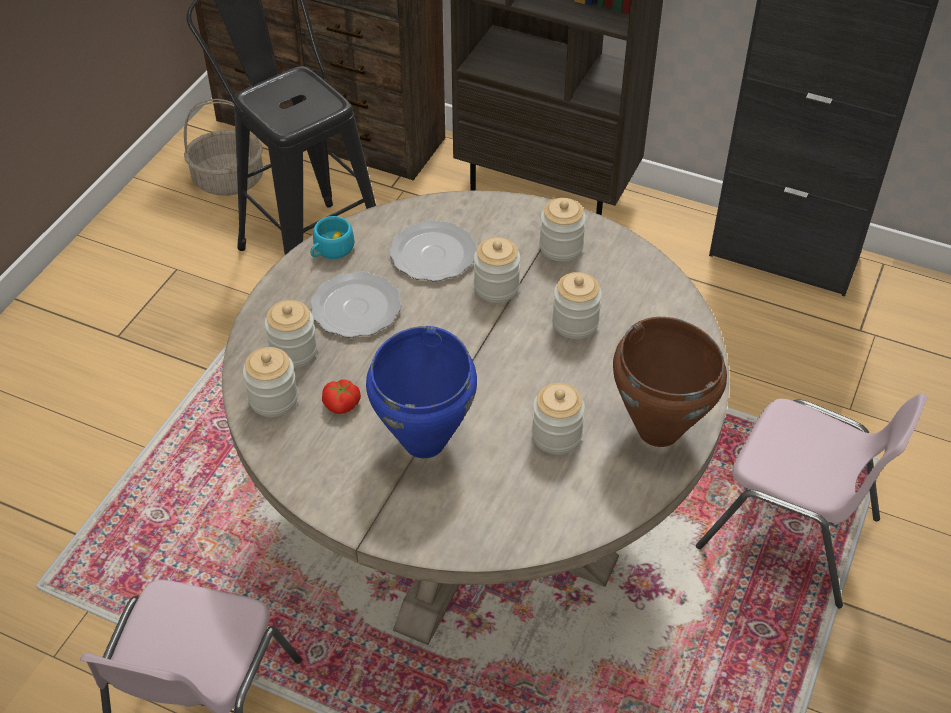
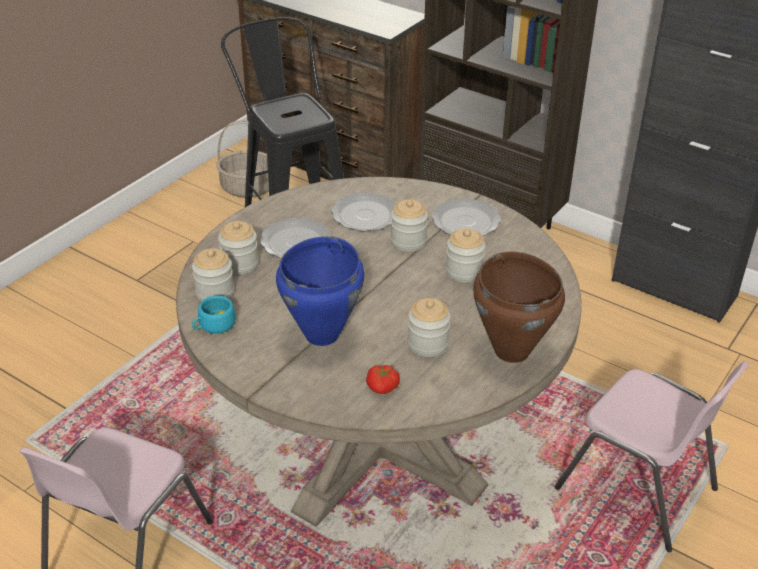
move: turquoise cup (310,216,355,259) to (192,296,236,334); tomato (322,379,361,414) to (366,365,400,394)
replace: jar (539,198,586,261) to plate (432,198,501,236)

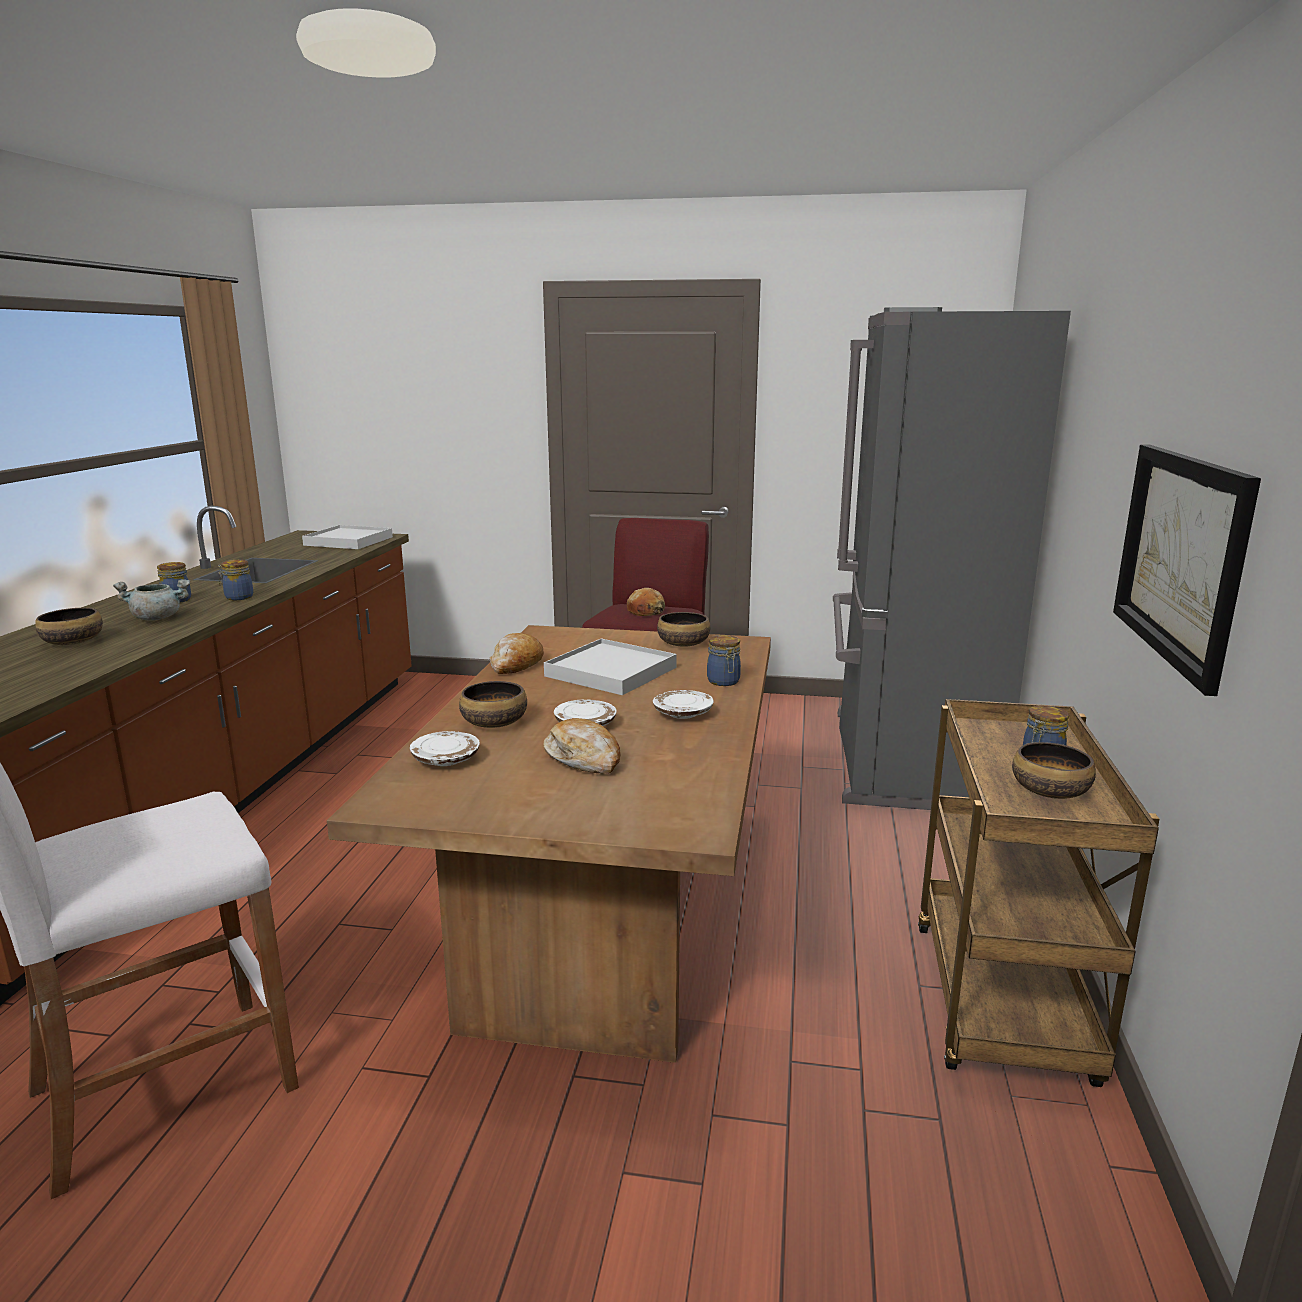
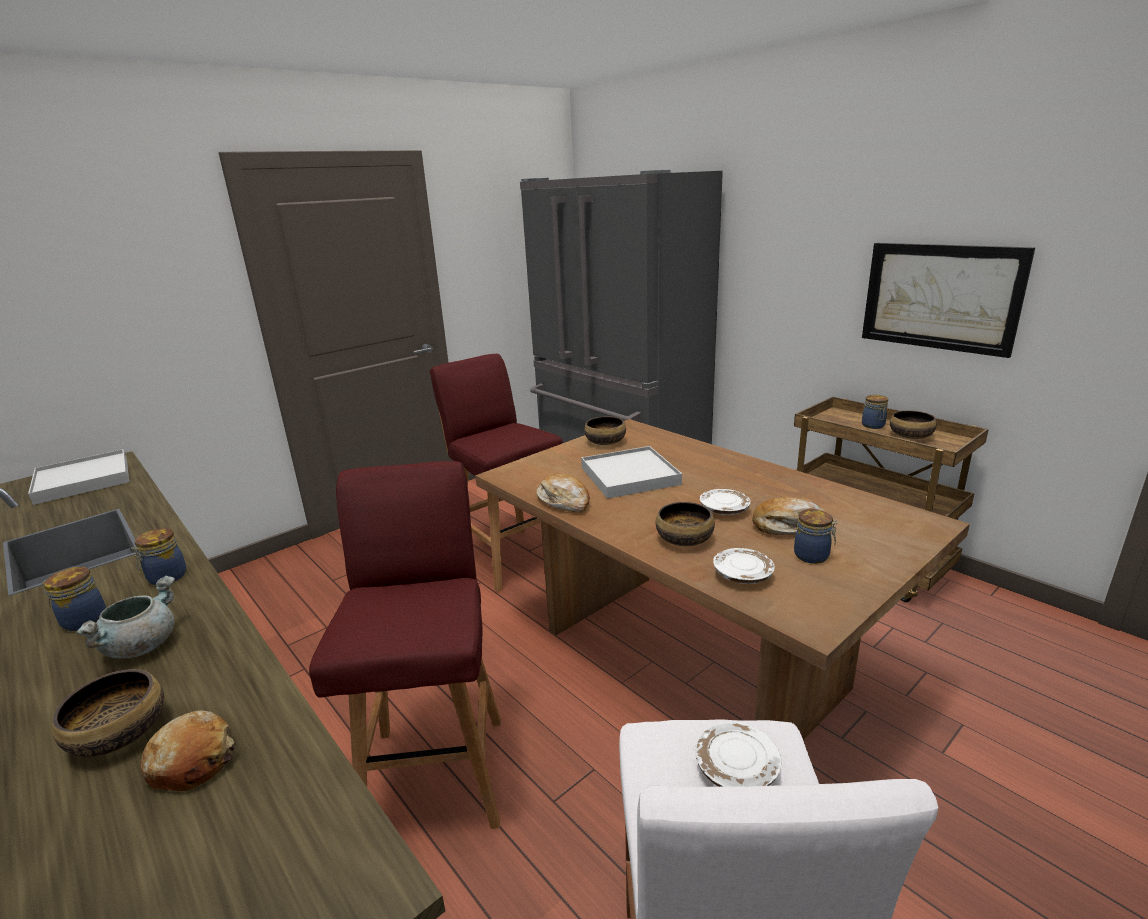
insert: red stool (309,461,501,829)
move: bread (627,588,665,616) to (140,710,235,791); white plate (653,690,714,719) to (695,722,781,787); jar (707,635,741,686) to (794,509,838,564)

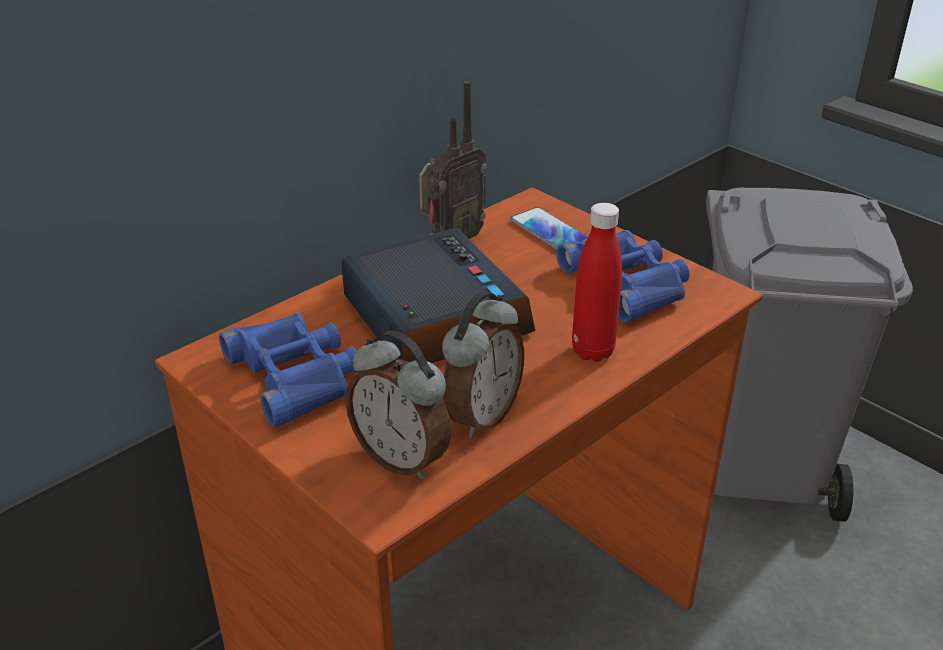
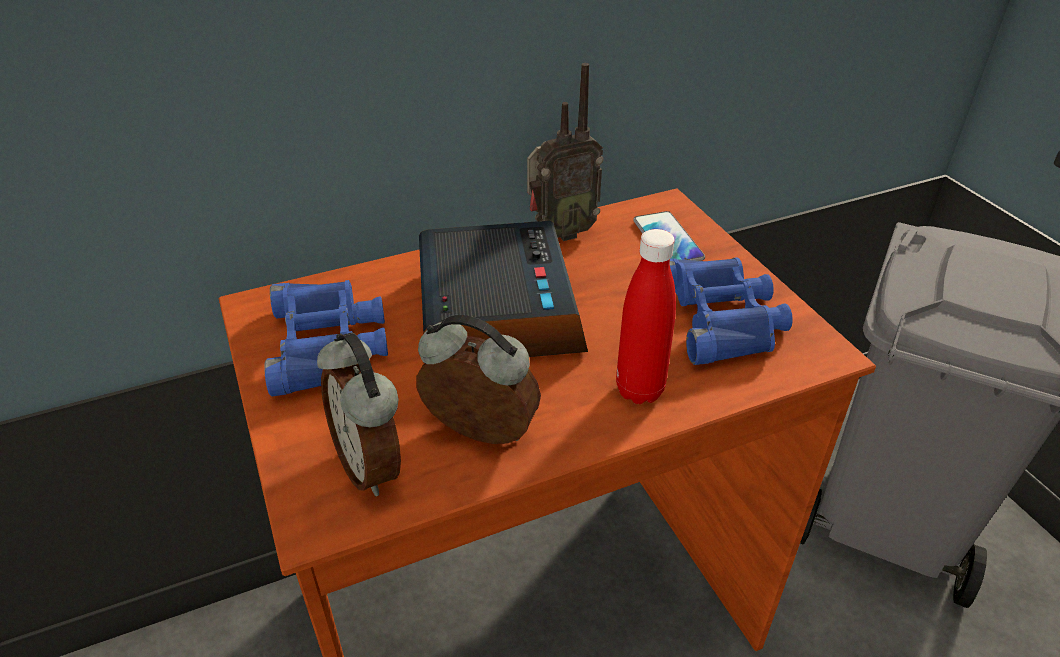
rotate: alarm clock (442,291,524,438) = (416,315,541,444) 120 degrees counterclockwise

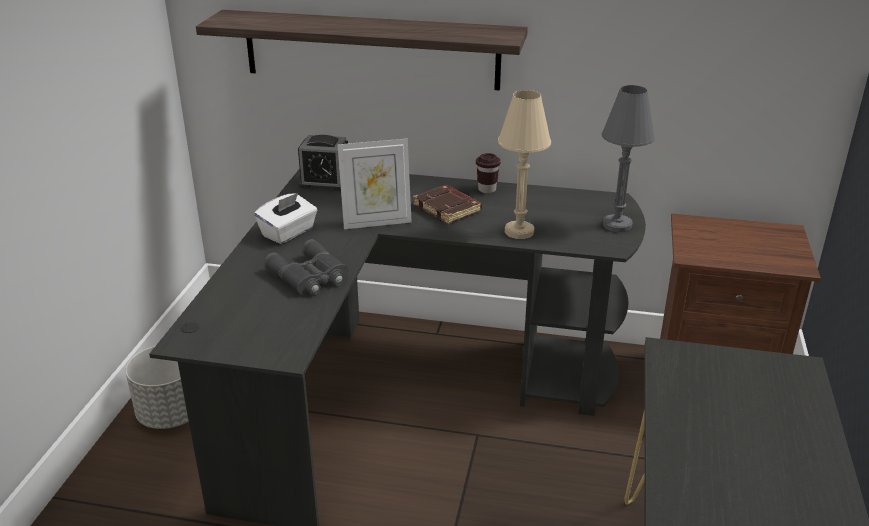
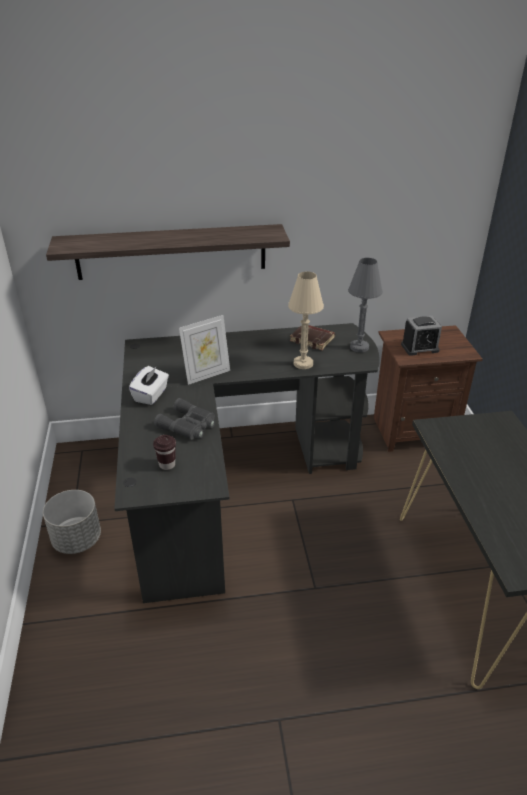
move: alarm clock (298,135,348,191) to (401,316,442,356); brown book (413,185,482,224) to (290,325,335,350); brown cup (476,153,501,194) to (153,435,176,470)

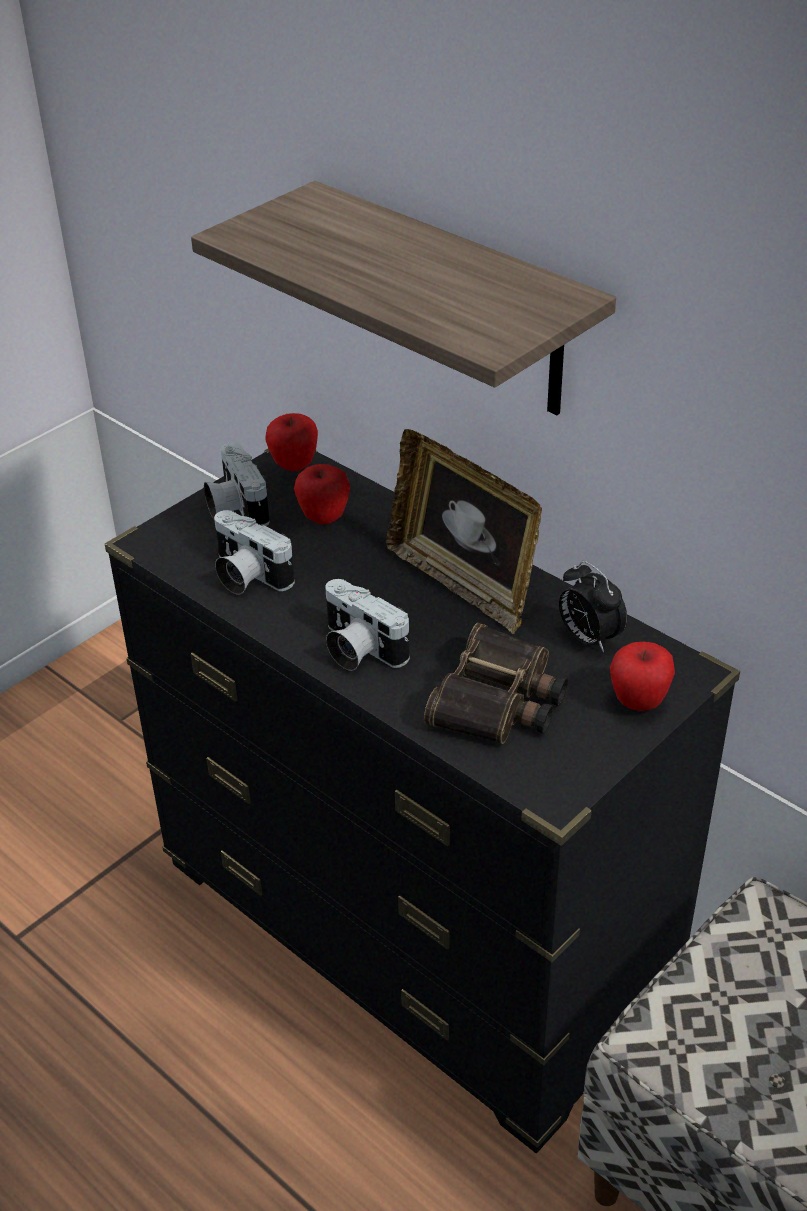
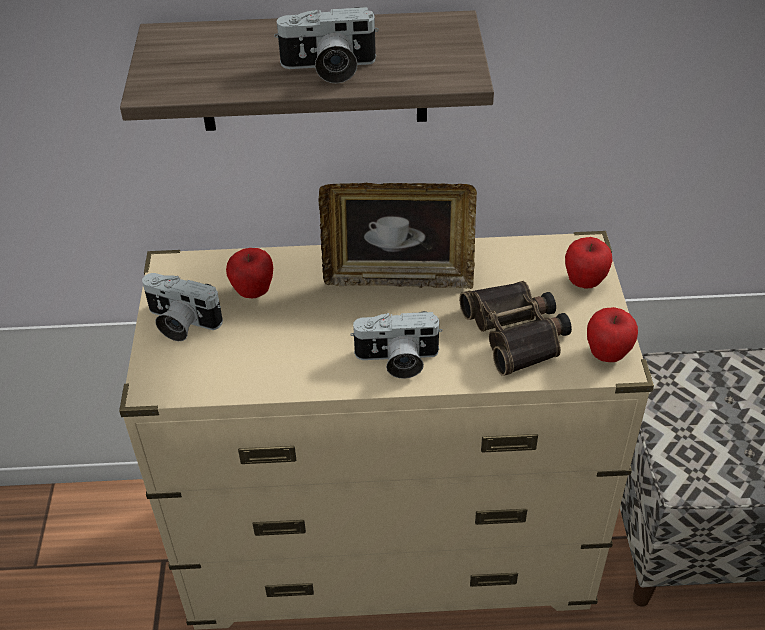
delete: alarm clock (559,561,627,652)
move: photo camera (214,510,295,594) to (274,7,379,83); apple (265,413,318,471) to (587,307,638,362)
recolor: black dresser (105,449,740,1153) to beige dresser (119,231,654,630)

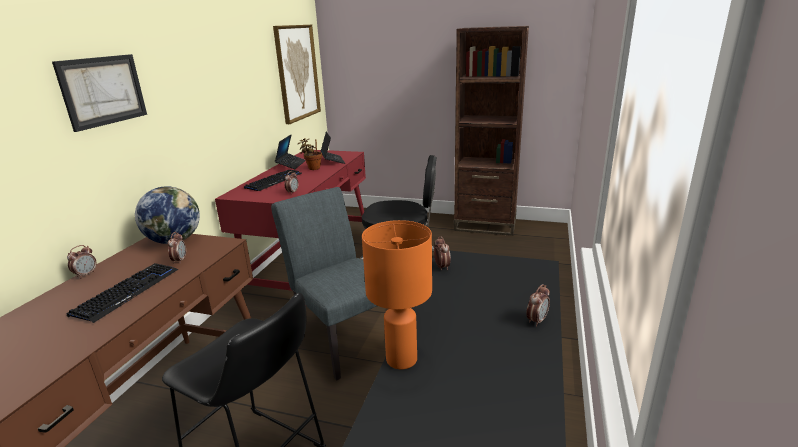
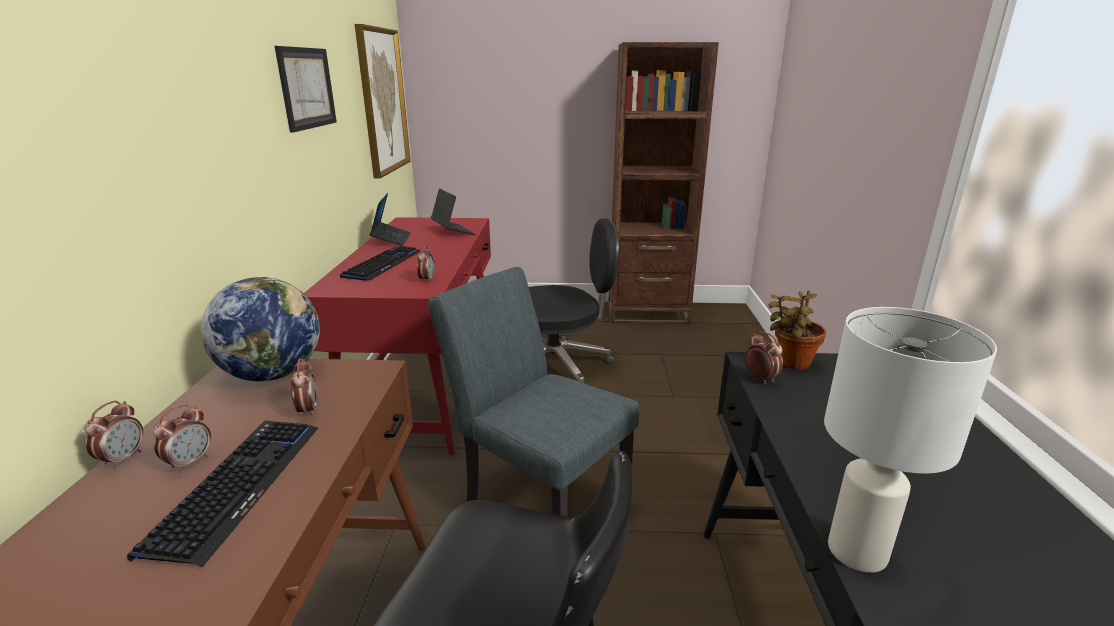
move: picture (52,54,147,132) to (275,46,337,133); potted plant (298,138,322,170) to (768,291,826,369); alarm clock (526,284,550,327) to (153,404,211,473)
recolor: orange table lamp (362,220,432,369) to white table lamp (824,307,997,573)

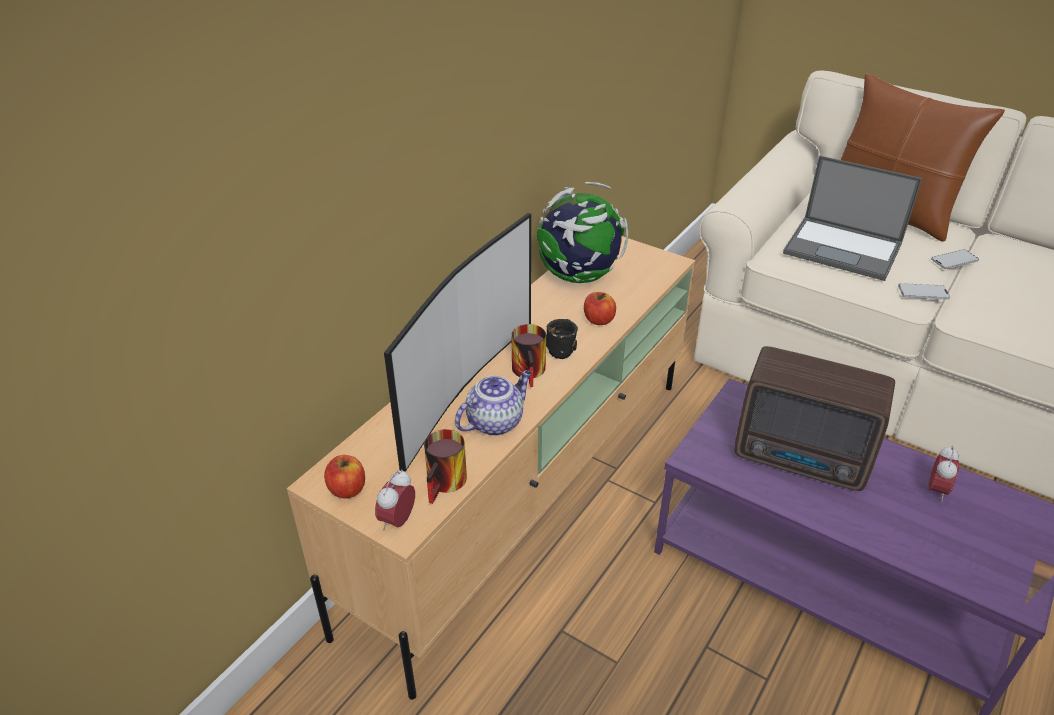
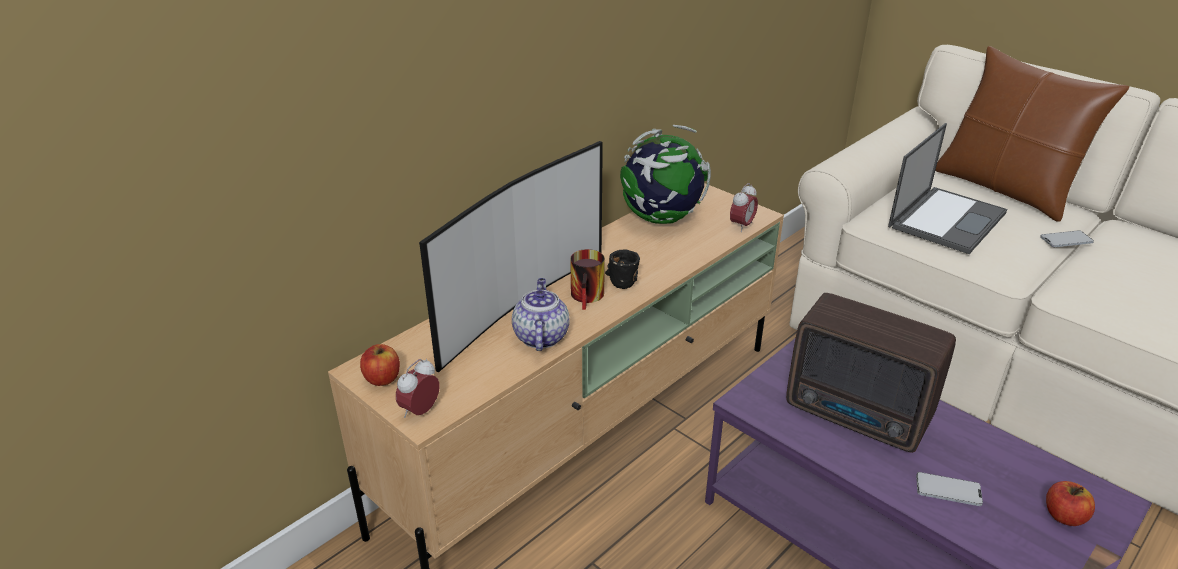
delete: mug (424,429,467,504)
move: apple (584,292,616,325) to (1046,481,1095,526); phone (898,283,950,300) to (916,472,983,506); alarm clock (928,446,959,502) to (730,183,758,232)
rotate: teapot (455,370,532,436) = (512,278,570,351) 60 degrees counterclockwise; laptop (783,155,923,281) = (888,123,1007,254) 90 degrees counterclockwise

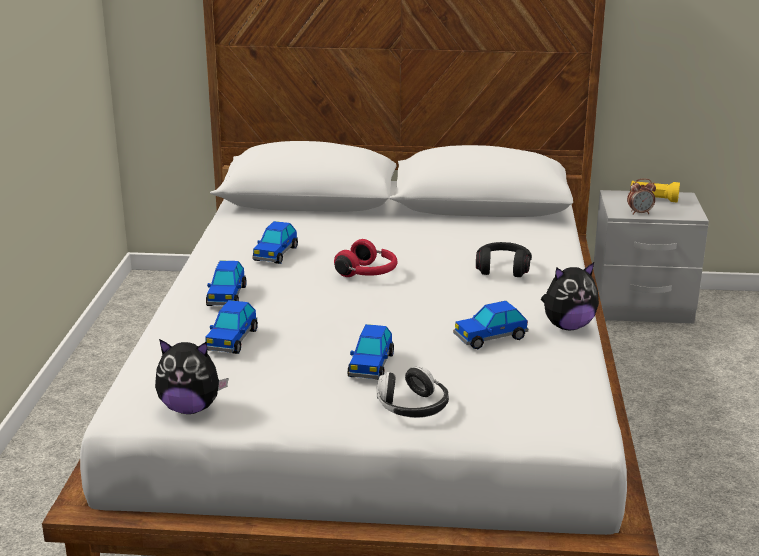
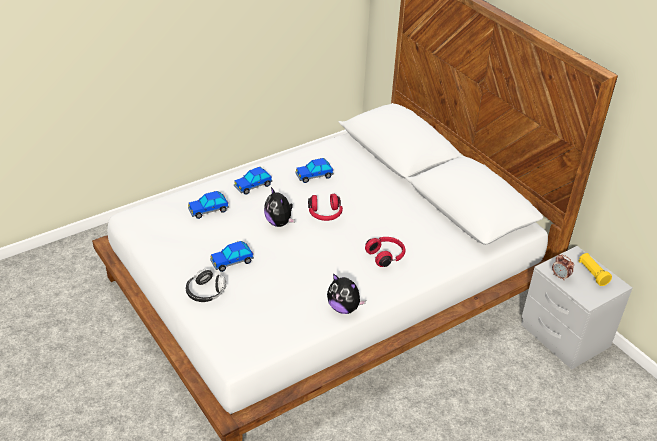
delete: toy car (453,301,528,349)
move: plush toy (155,339,228,414) to (264,187,295,227)
recolor: black headphones (476,242,532,277) to red headphones (365,237,405,267)

